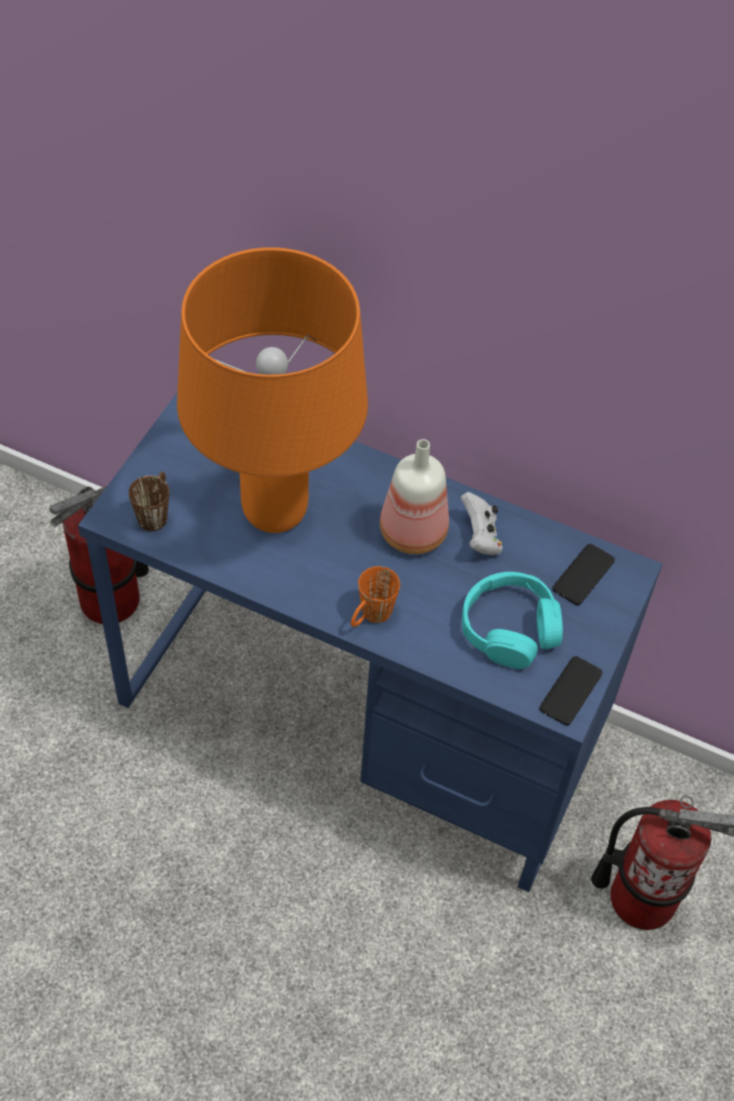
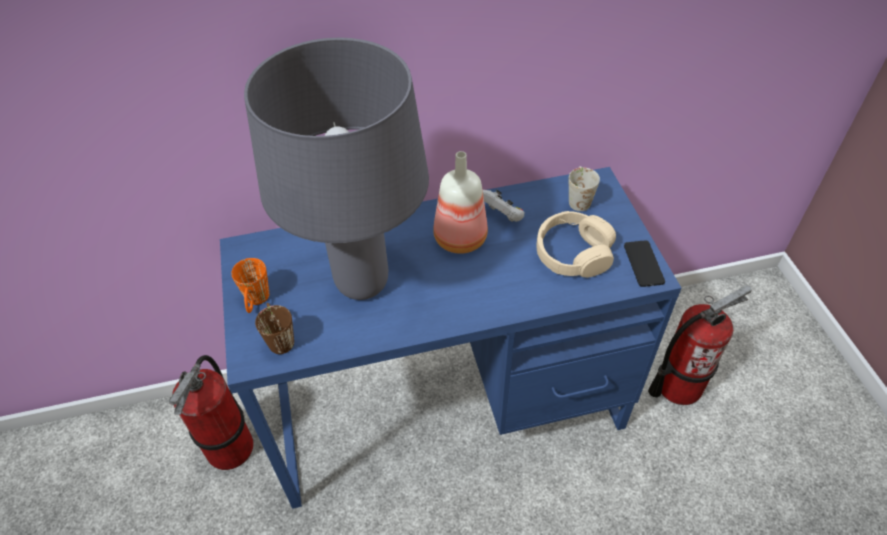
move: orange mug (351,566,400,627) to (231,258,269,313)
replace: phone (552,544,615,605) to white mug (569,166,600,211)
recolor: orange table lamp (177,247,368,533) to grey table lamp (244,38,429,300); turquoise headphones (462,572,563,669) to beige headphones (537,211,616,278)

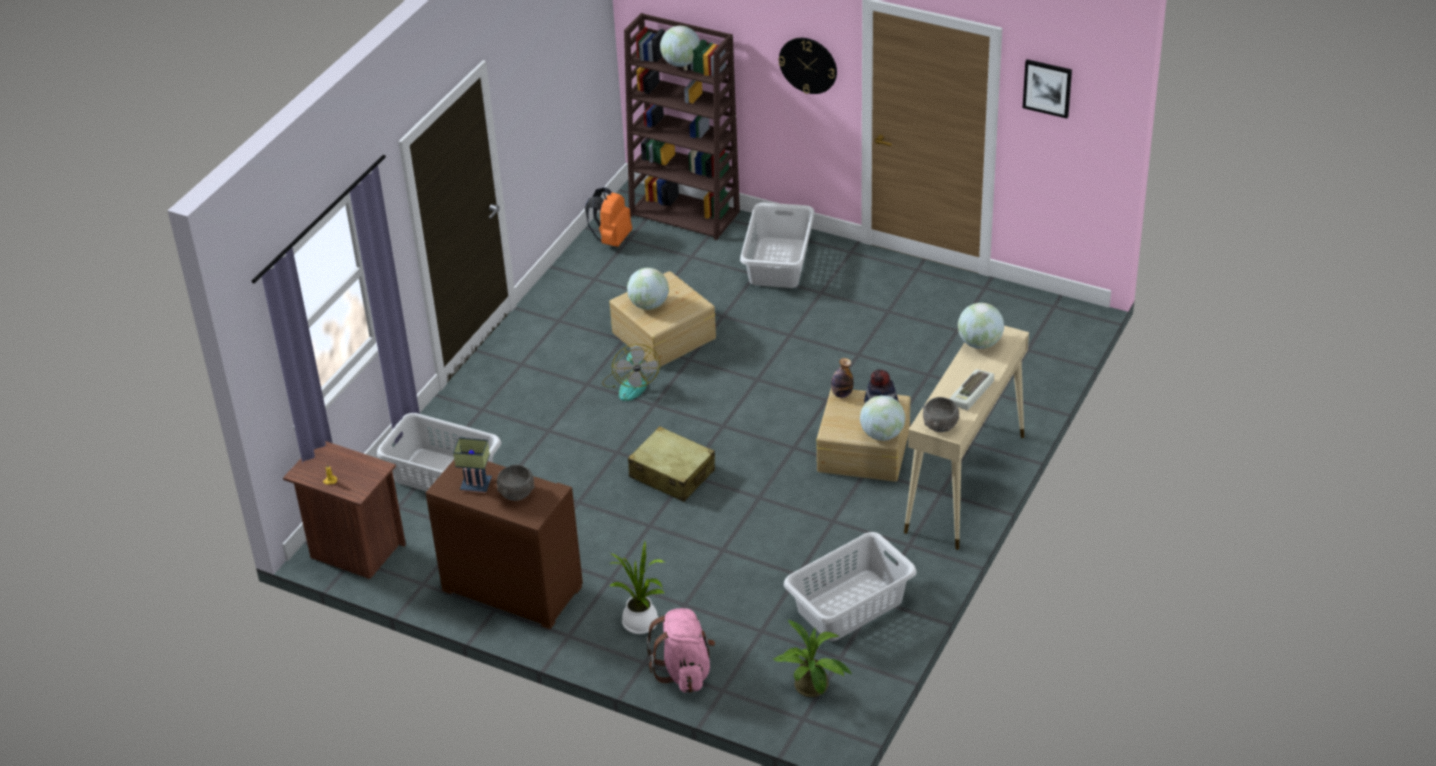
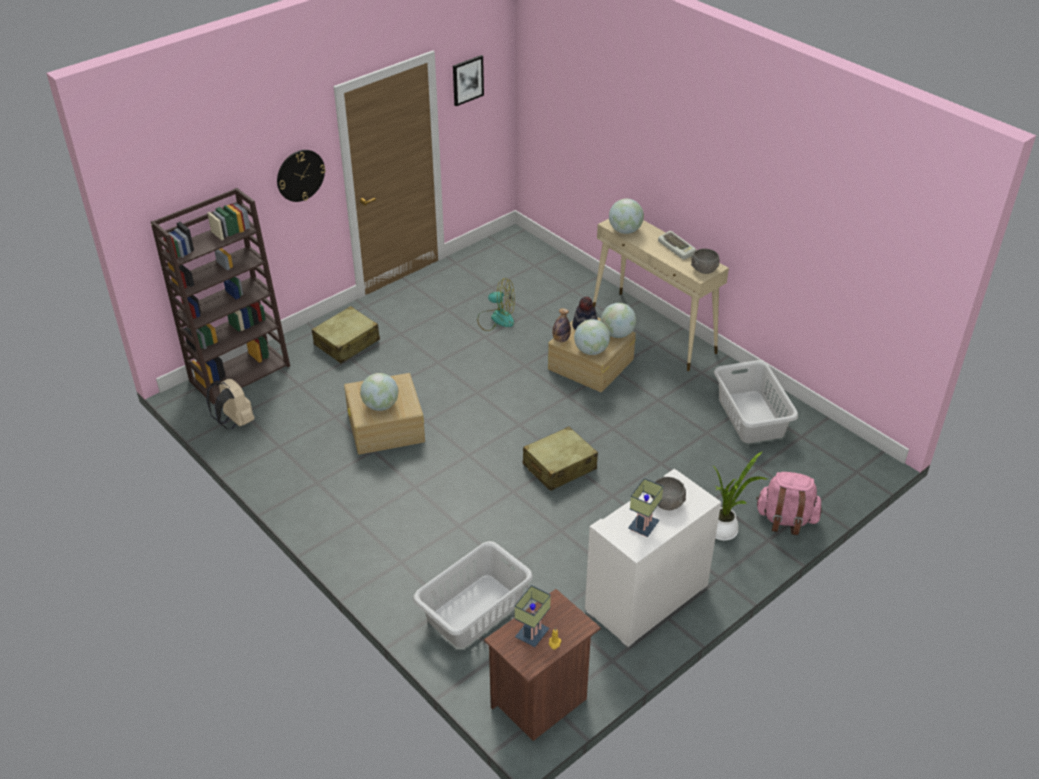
delete: potted plant (773,619,852,697)
insert: table lamp (515,585,551,647)
move: fan (602,344,660,401) to (477,278,515,331); globe (660,26,700,67) to (574,319,610,355)
replace: grey laundry basket (740,202,815,288) to beige suitcase (312,306,380,363)
recolor: brown dresser (426,453,583,629) to white dresser (585,469,721,648); orange backpack (585,187,632,247) to beige backpack (206,379,255,429)

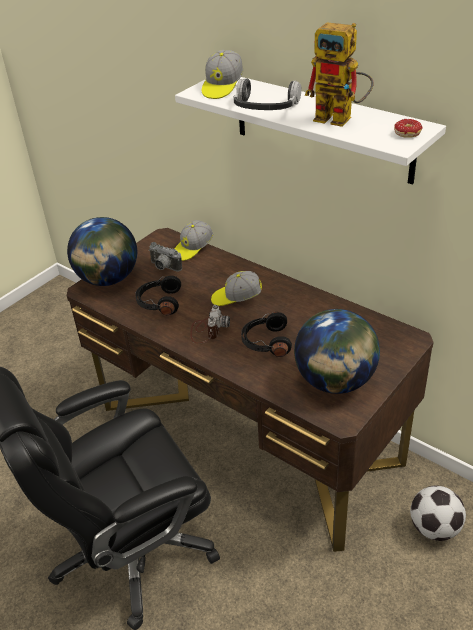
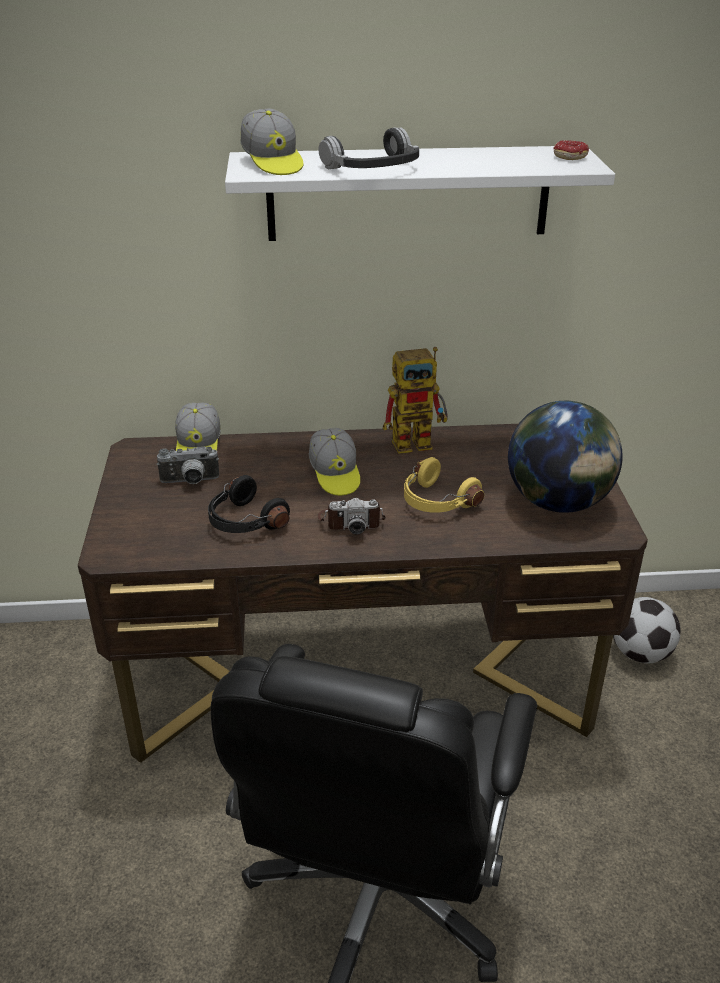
delete: globe (67,217,137,286)
move: toy robot (305,23,374,127) to (383,347,448,454)
recolor: black headphones (241,312,292,357) to yellow headphones (404,457,484,512)
rotate: photo camera (190,305,230,344) = (318,498,385,535) 120 degrees clockwise; cap (211,271,262,306) = (309,428,360,496) 60 degrees counterclockwise

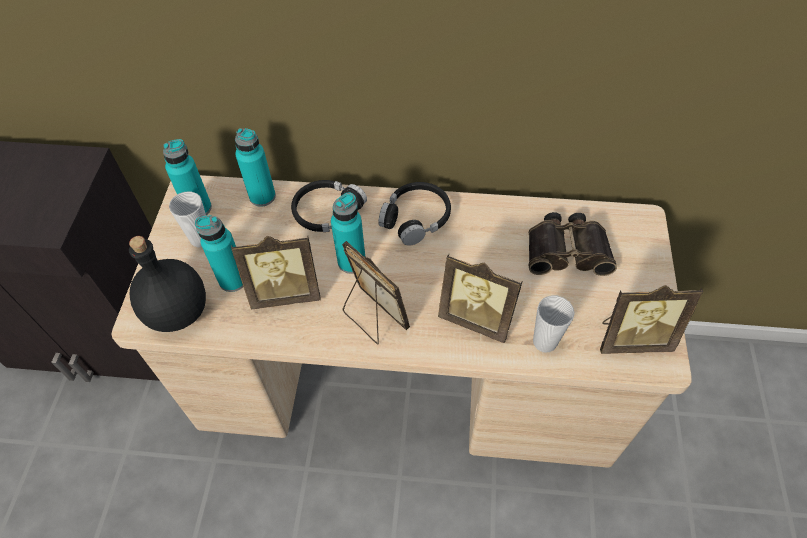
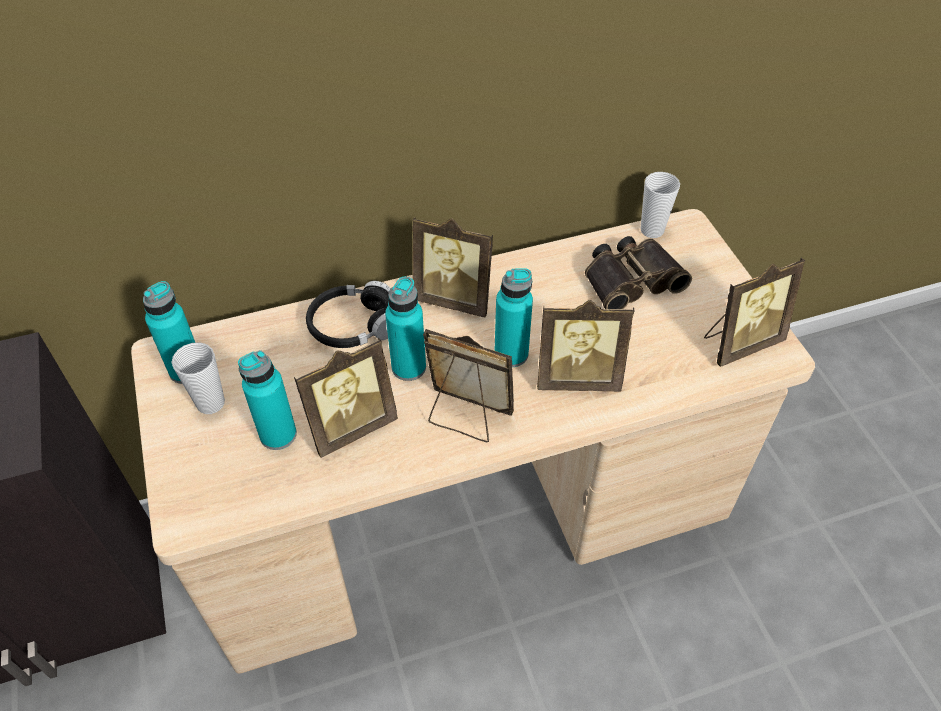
delete: black bottle (129,236,206,332)
move: turquoise bottle (235,128,276,207) to (495,268,533,367); cup (533,295,575,353) to (640,172,680,238)
replace: black headphones (379,182,451,246) to picture frame (412,217,493,317)

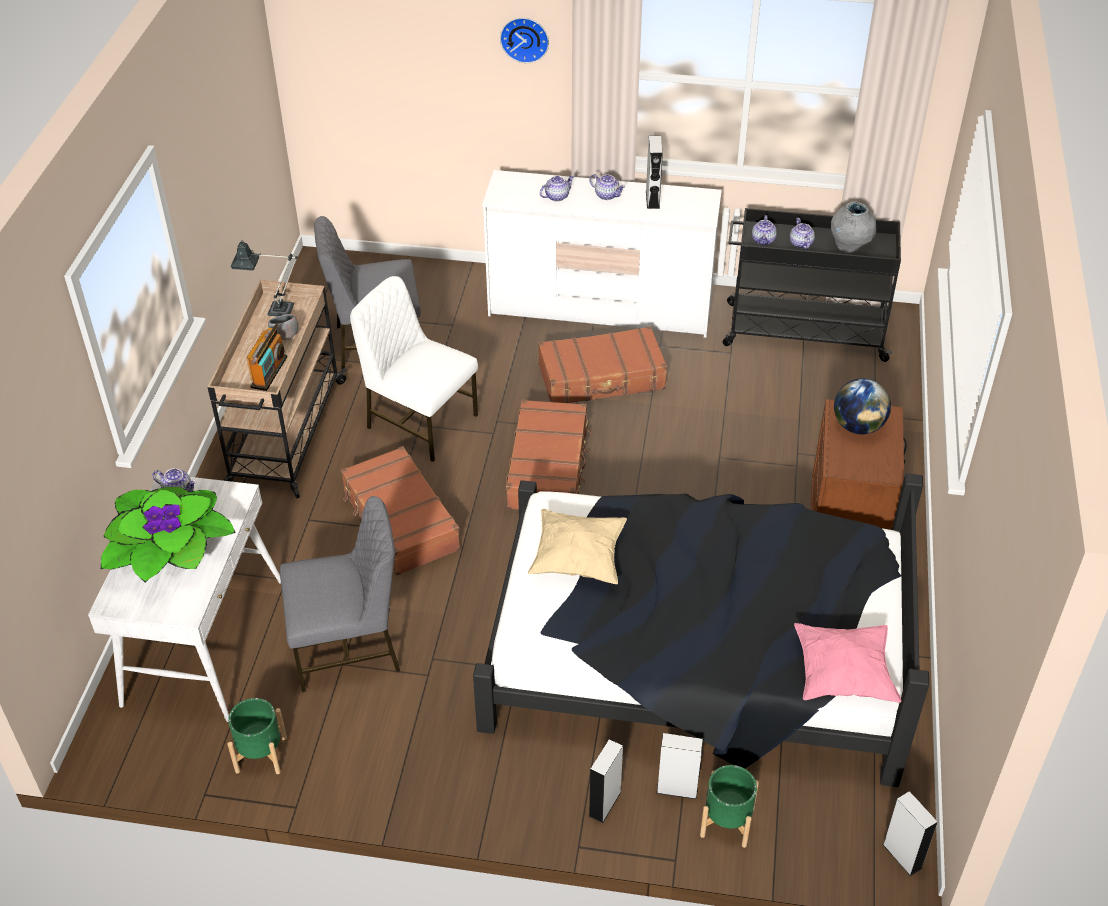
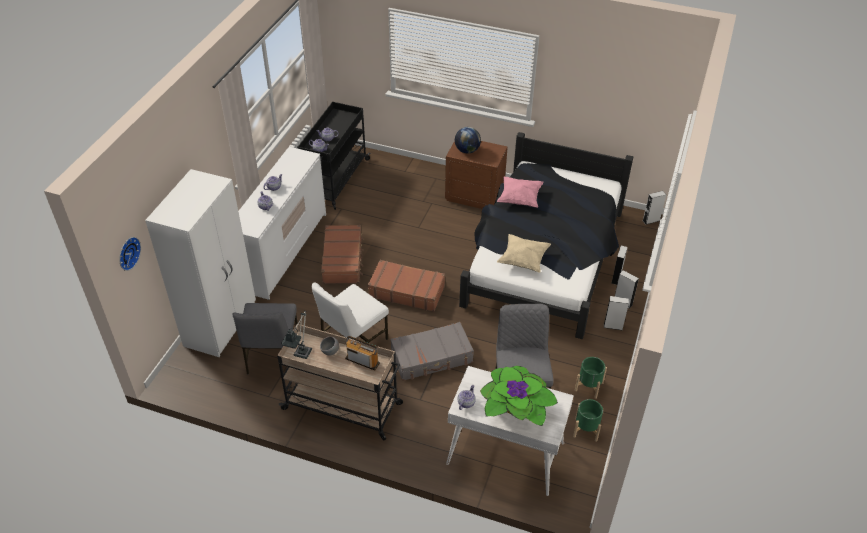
delete: grey vase (831,201,876,253)
insert: white wardrobe (145,169,256,357)
move: wall clock (500,18,549,63) to (119,237,141,271); grey speaker (646,136,663,209) to (604,296,629,330); green planter (700,765,759,848) to (575,357,607,399); pink pillow (794,623,901,703) to (497,177,543,208)
recolor: brown suitcase (341,446,461,576) to grey suitcase (390,322,474,381)

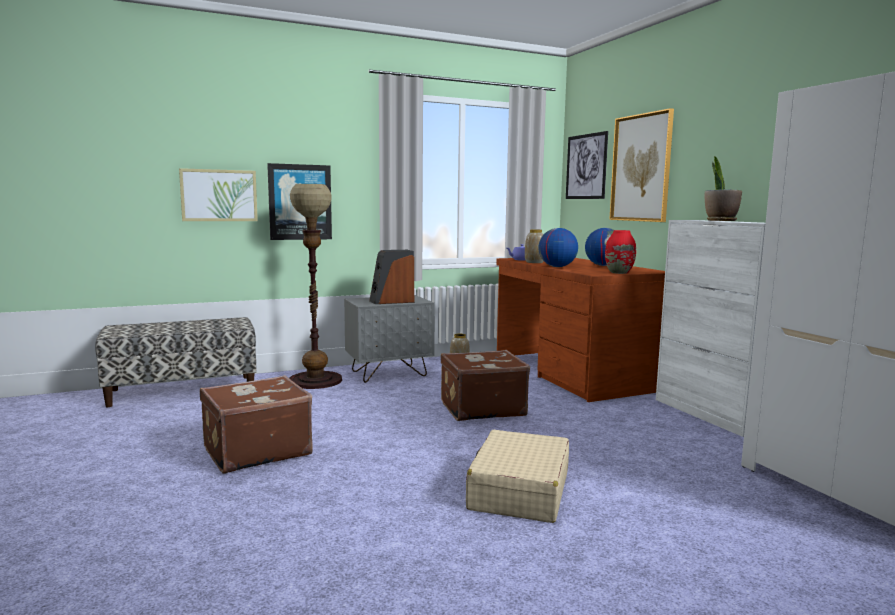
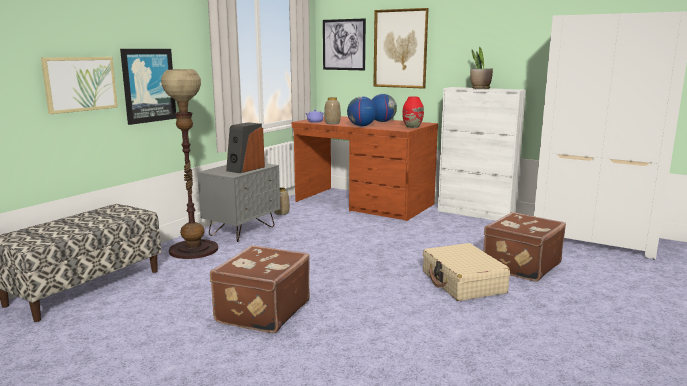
move: brown suitcase (441,350,530,421) to (483,212,566,282)

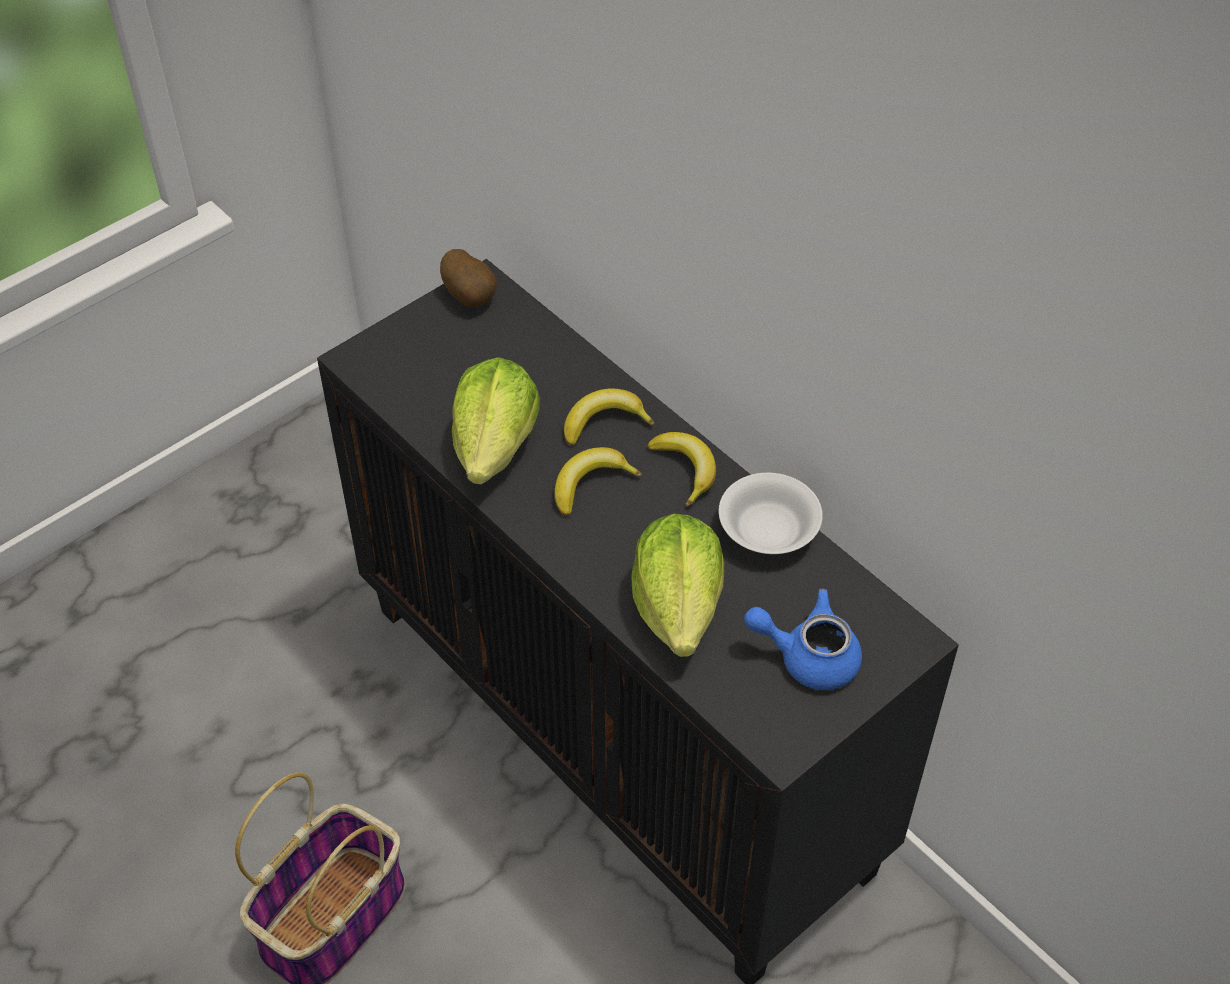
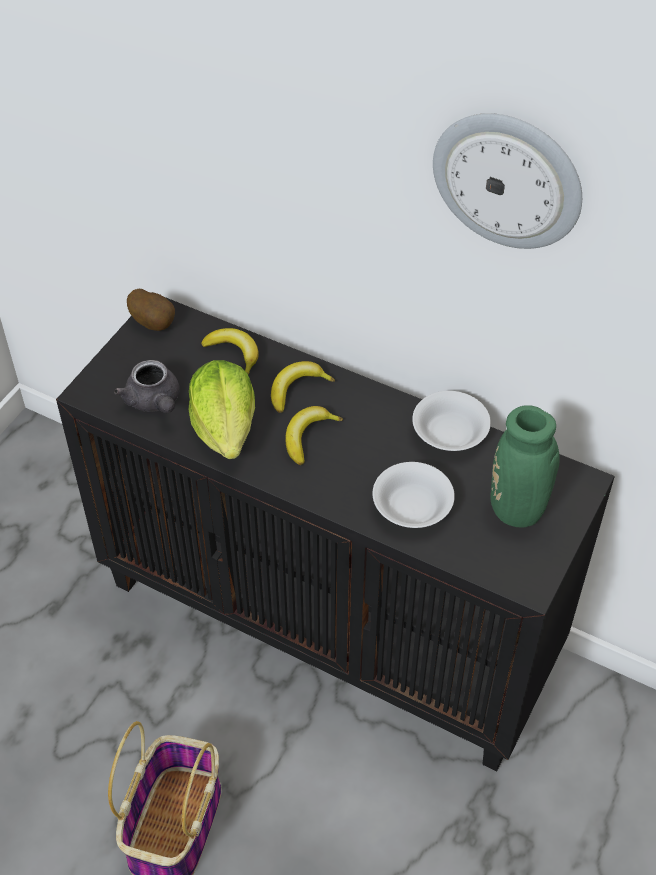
insert: grey teapot (114,360,179,413); wall clock (433,113,582,249)
move: banana (648,432,716,507) to (201,328,259,375)
replace: lettuce (631,514,724,657) to white bowl (372,462,455,528); blue teapot (744,589,862,690) to green vase (491,405,605,528)

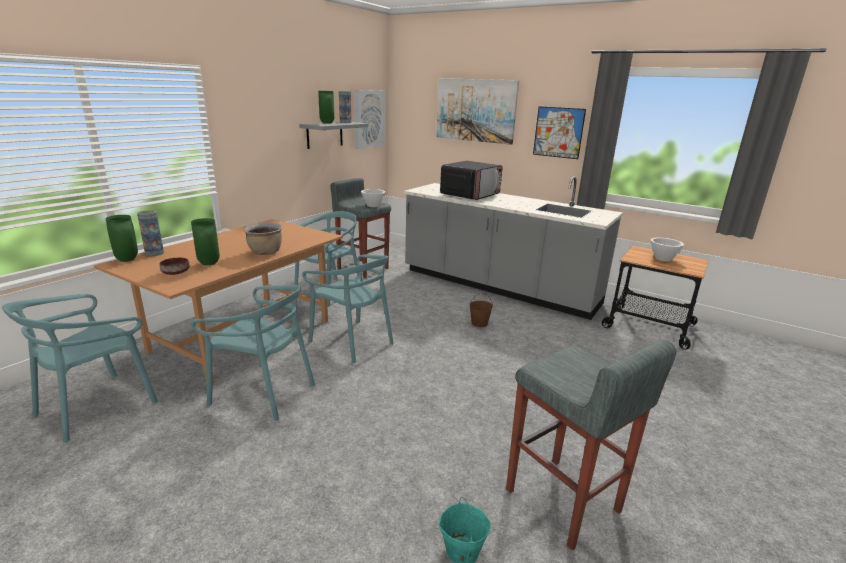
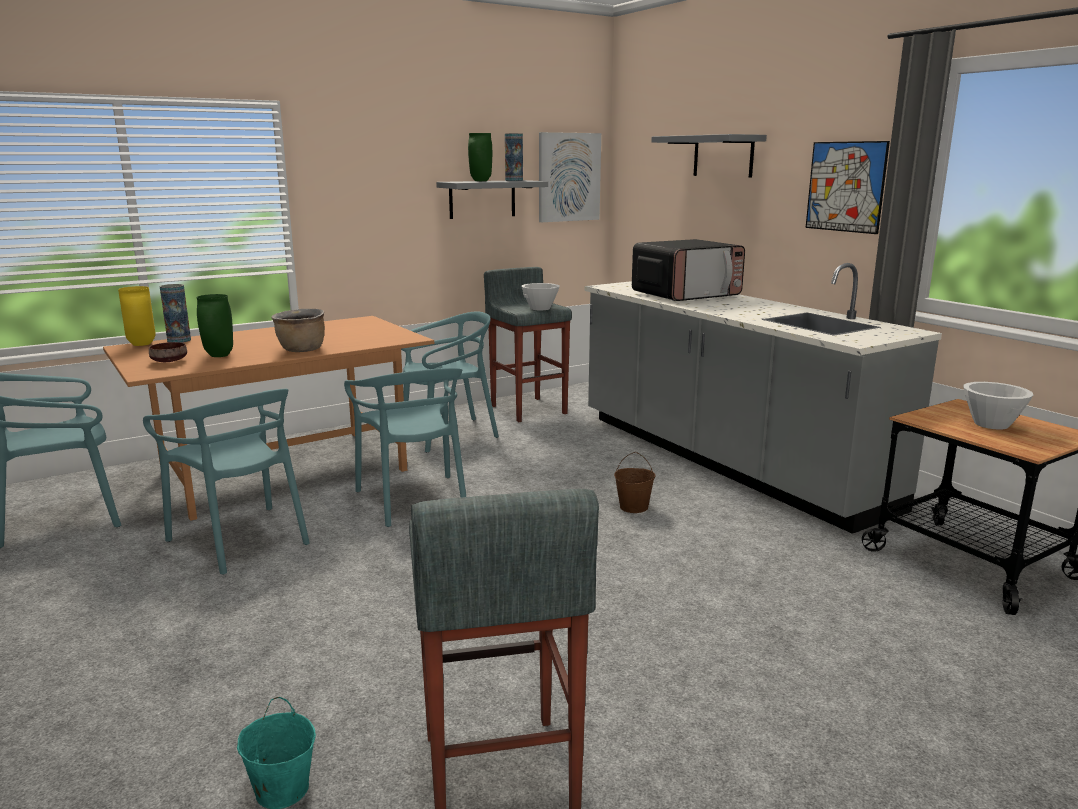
replace: picture (436,78,519,145) to grey shelf (651,134,767,178)
recolor: green vase (106,215,138,262) to yellow vase (118,286,156,346)

